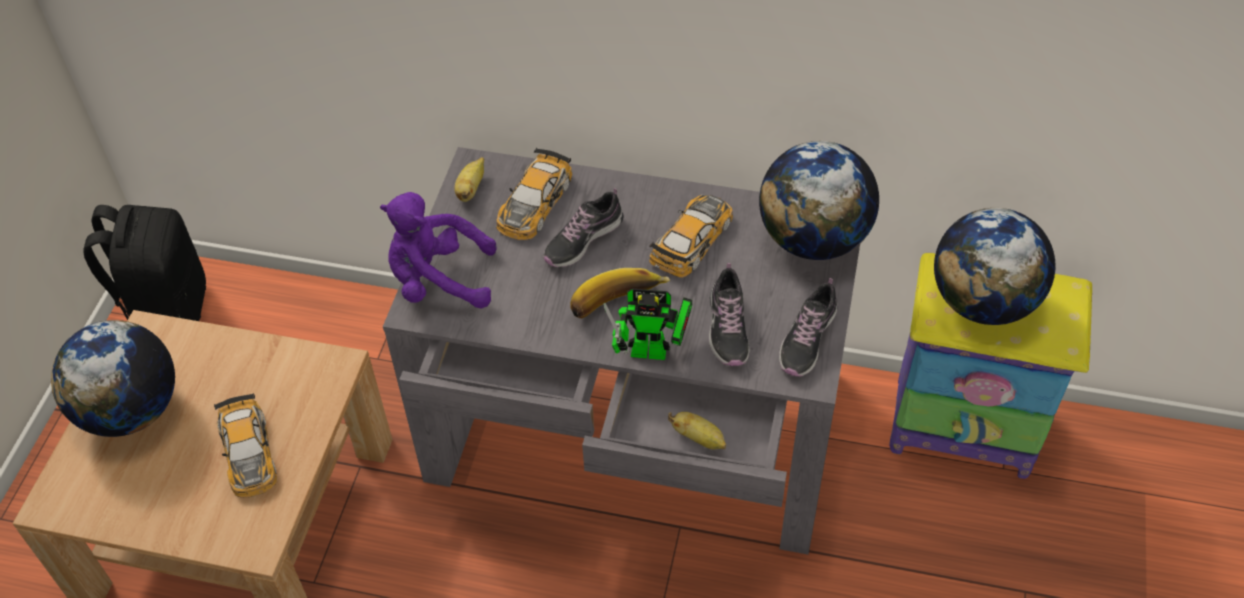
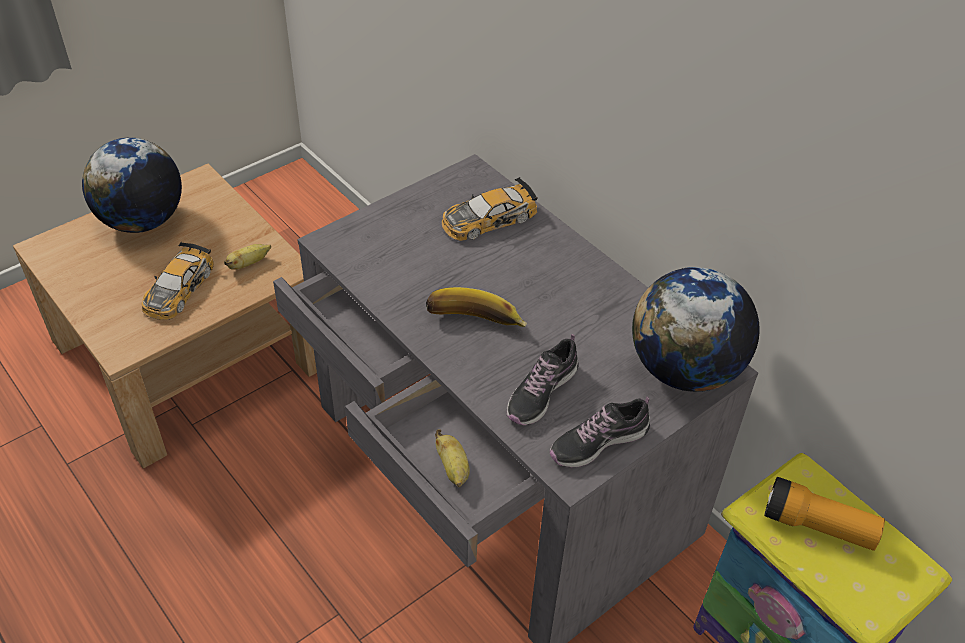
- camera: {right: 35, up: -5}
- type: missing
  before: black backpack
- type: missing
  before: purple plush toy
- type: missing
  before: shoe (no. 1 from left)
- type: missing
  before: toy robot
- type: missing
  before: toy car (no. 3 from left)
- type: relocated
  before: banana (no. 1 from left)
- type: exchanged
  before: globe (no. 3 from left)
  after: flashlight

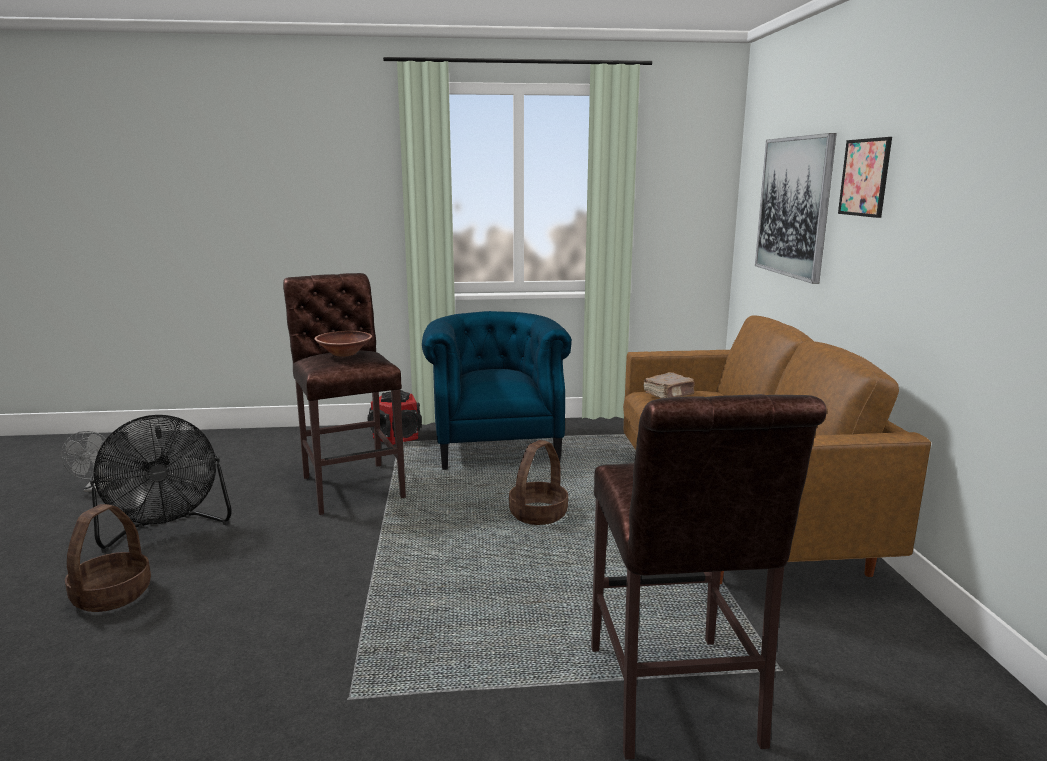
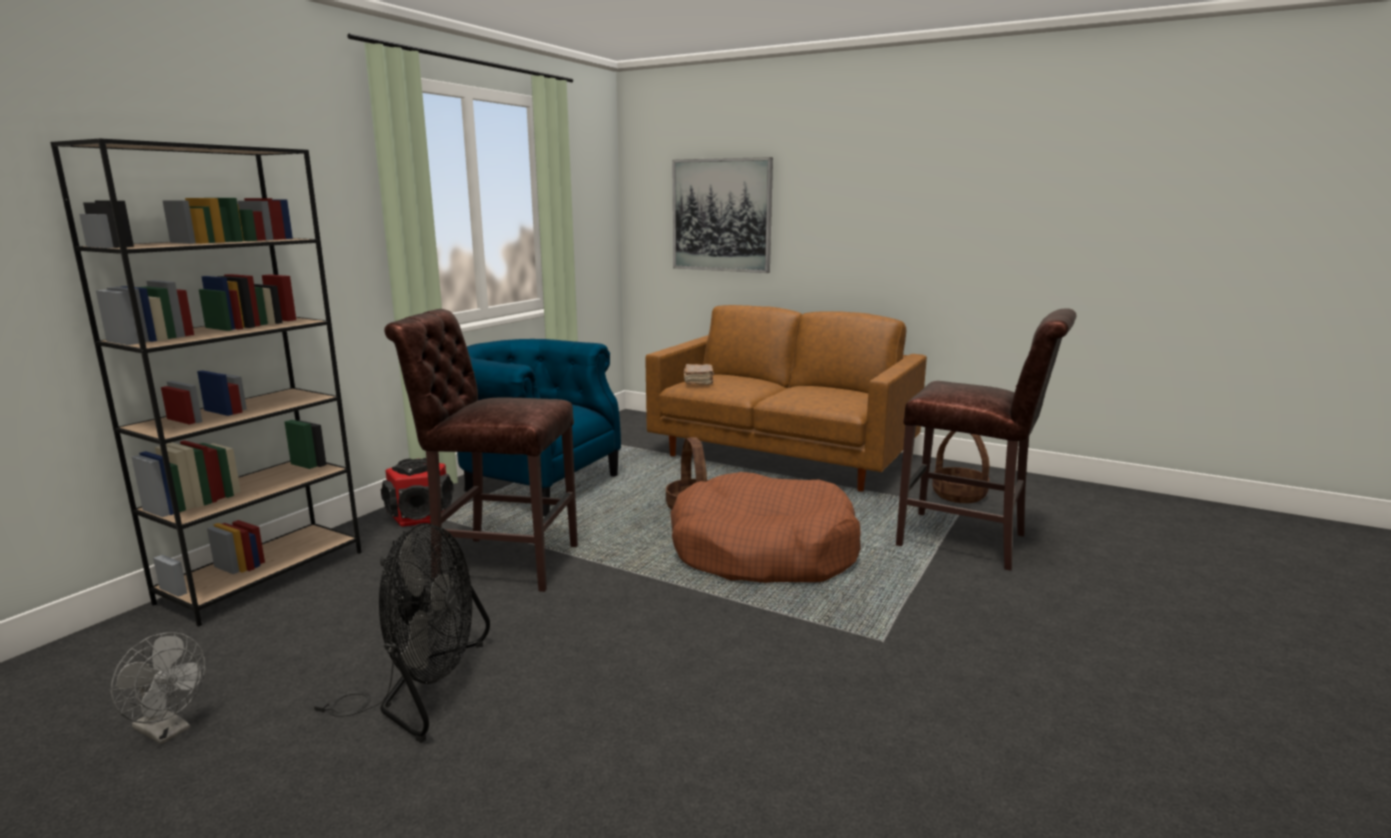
- camera: {right: -55, up: 0}
- type: missing
  before: brown bowl
- type: missing
  before: picture (no. 2 from left)
- type: appeared
  after: beige bookcase
- type: appeared
  after: brown dog bed
- type: relocated
  before: basket (no. 1 from left in the first image)
  after: basket (no. 2 from left)

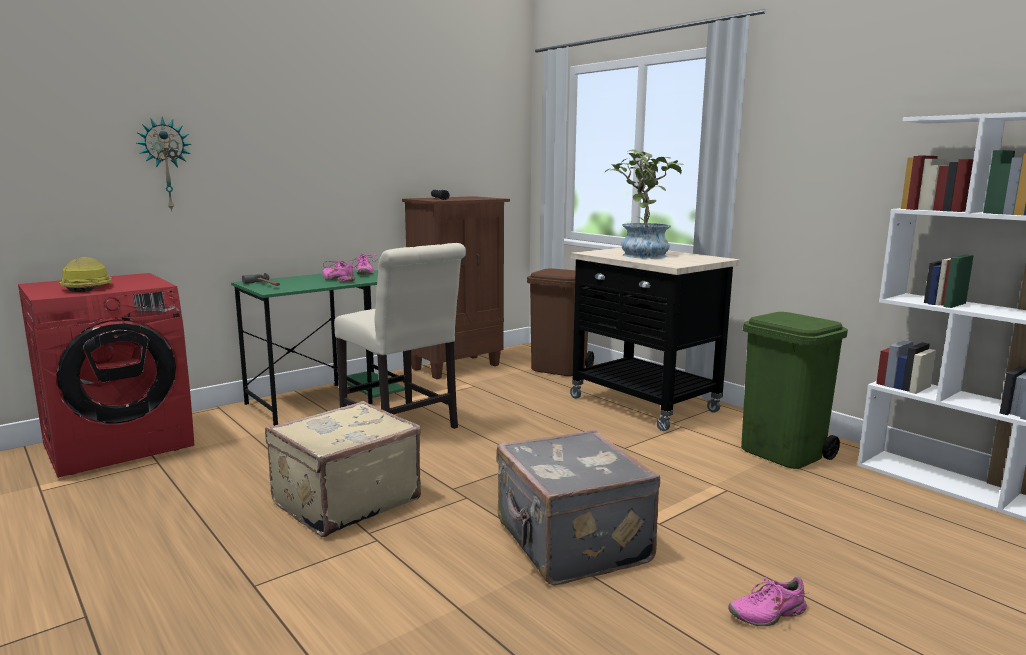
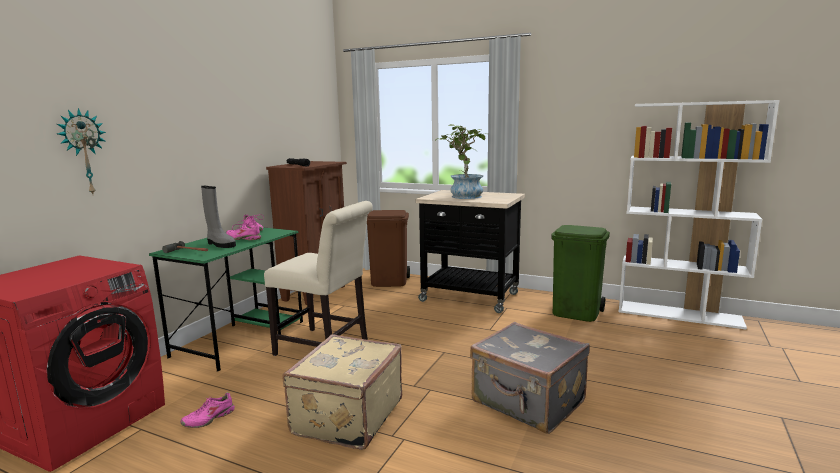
- camera: {right: -25, up: 0}
- type: missing
  before: hard hat
- type: appeared
  after: grey boot
- type: relocated
  before: pink shoe (no. 3 from left in the first image)
  after: pink shoe (no. 1 from left)

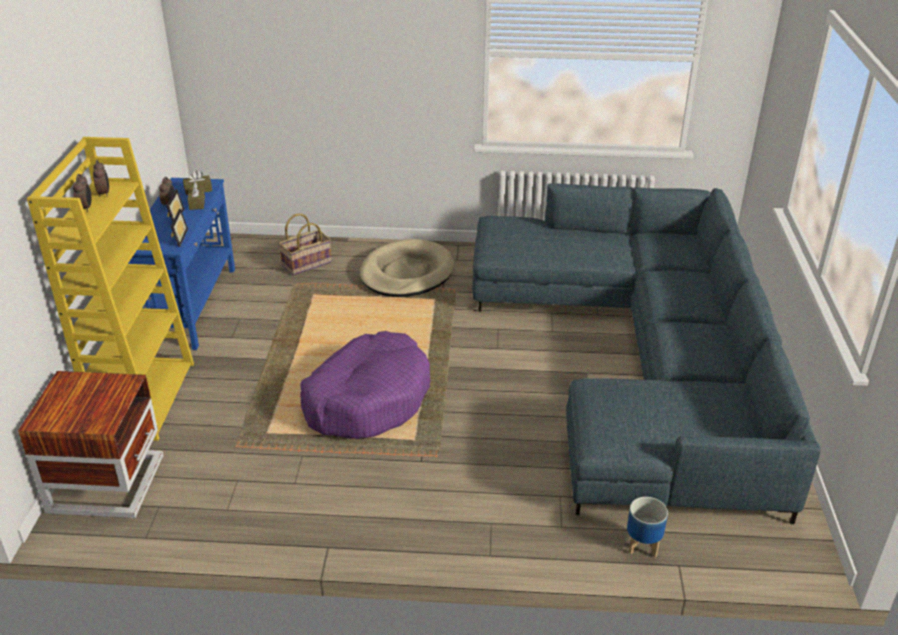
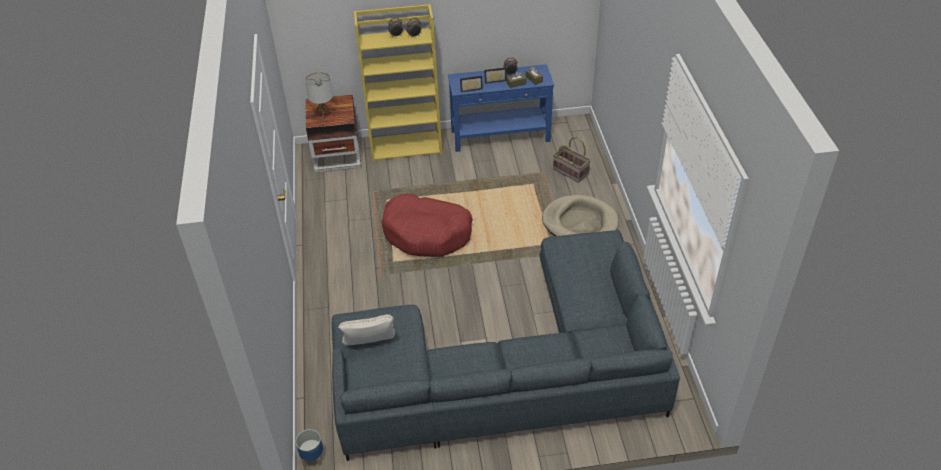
- camera: {right: 80, up: 10}
- type: appeared
  after: table lamp
- type: appeared
  after: beige pillow
- type: relocated
  before: planter
- type: colour
  before: purple dog bed
  after: red dog bed

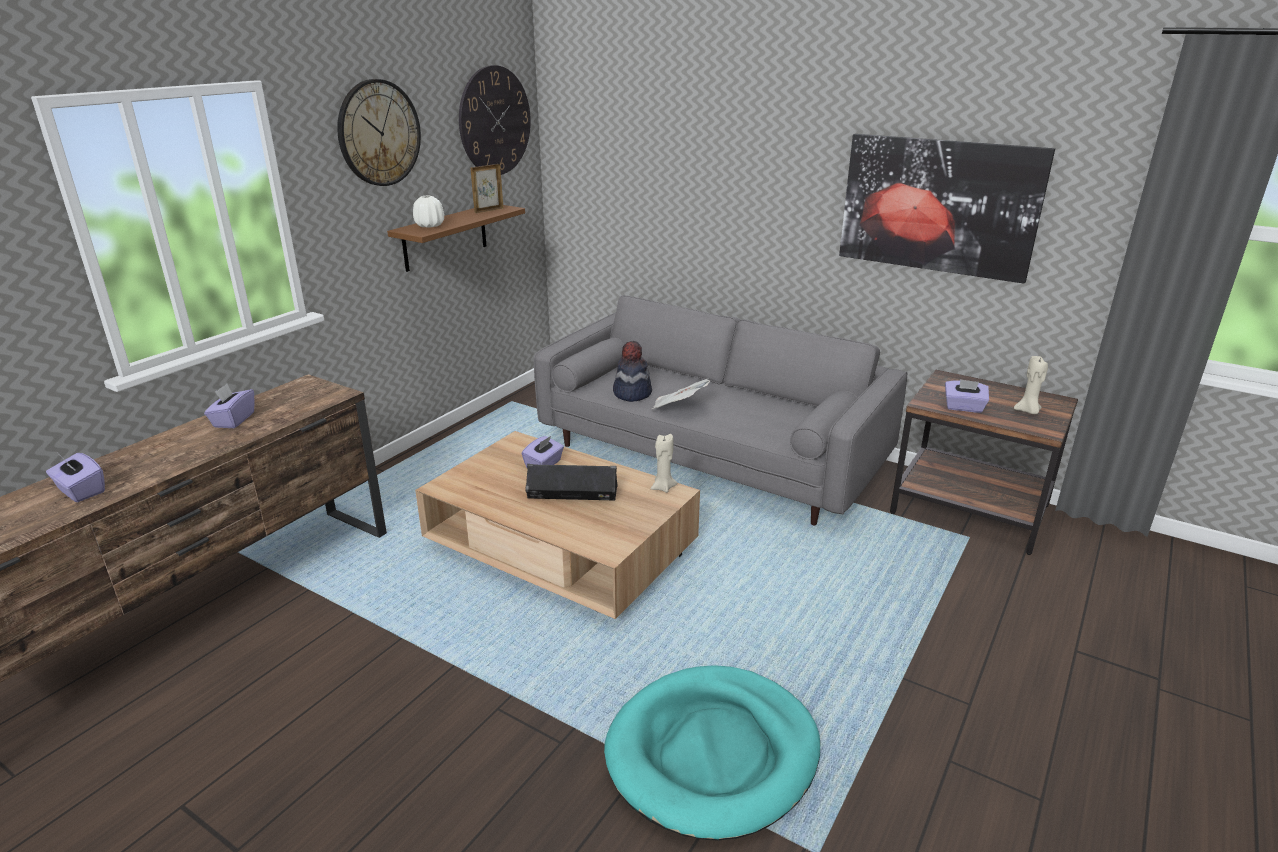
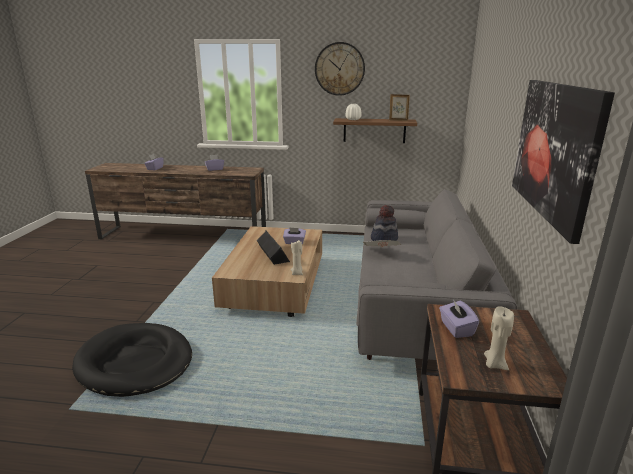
- camera: {right: 65, up: -5}
- type: missing
  before: wall clock (no. 2 from left)
- type: colour
  before: turquoise dog bed
  after: black dog bed

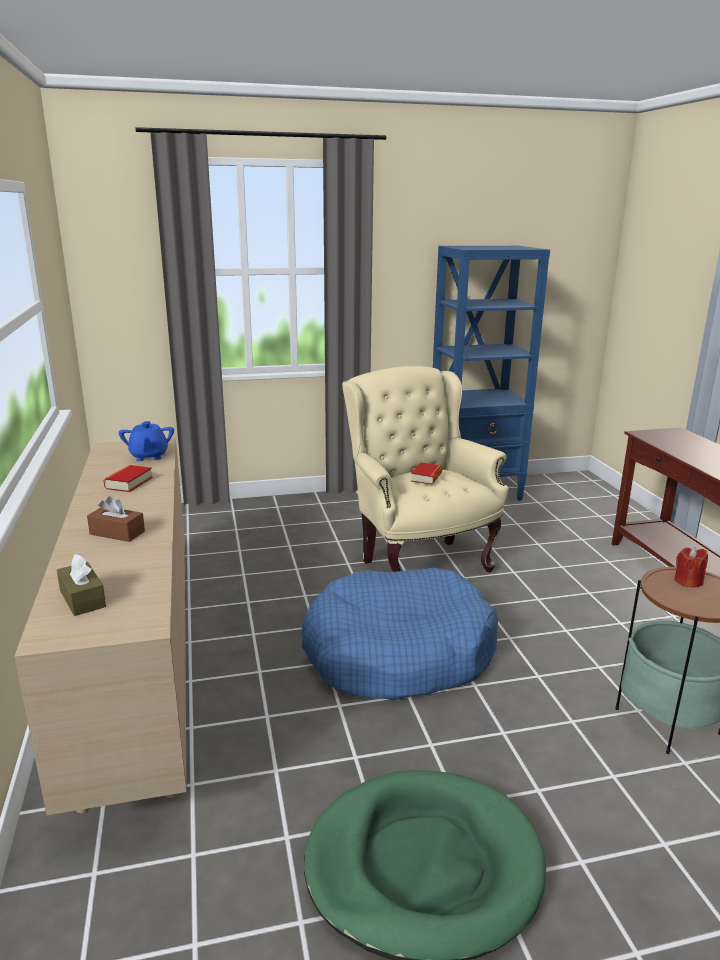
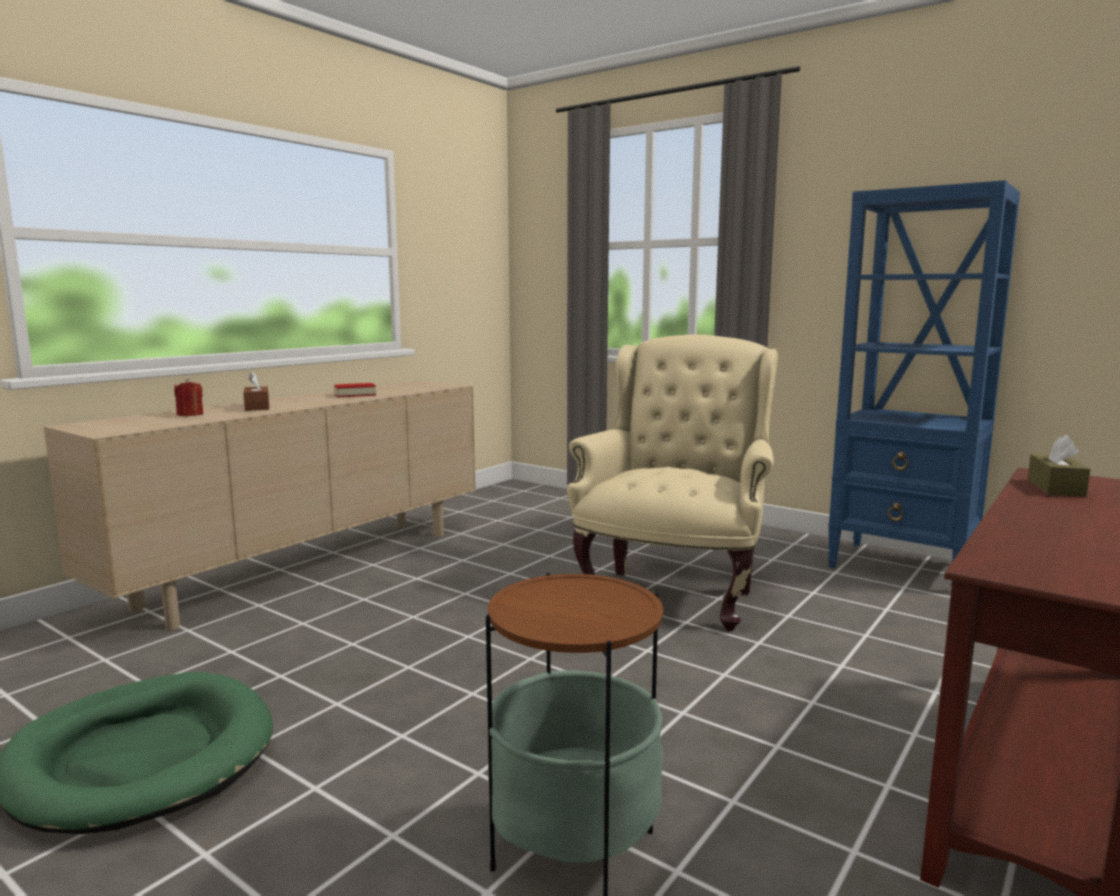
- camera: {right: 50, up: -10}
- type: missing
  before: blue teapot
- type: missing
  before: blue dog bed
- type: missing
  before: book (no. 2 from left)
- type: relocated
  before: brown tissue box (no. 1 from left in the first image)
  after: brown tissue box (no. 2 from left)
- type: relocated
  before: red candle

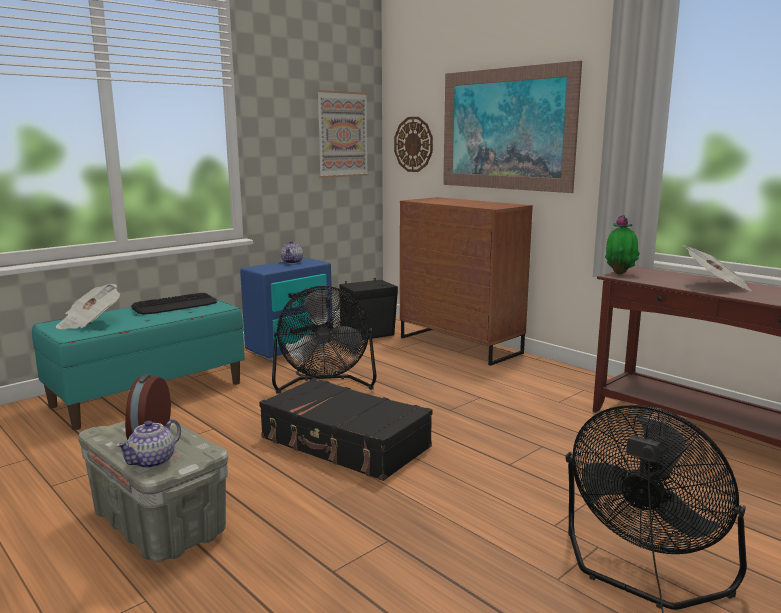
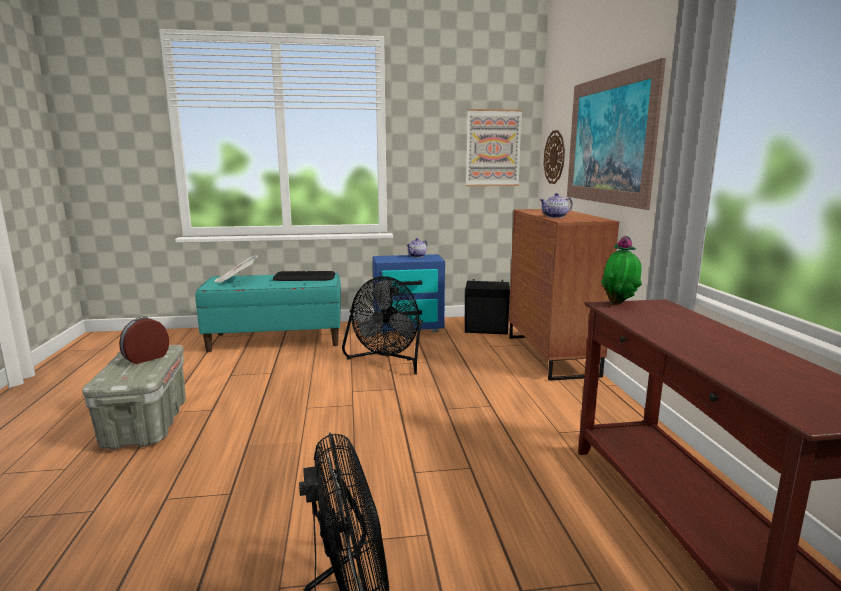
- camera: {right: 35, up: 0}
- type: missing
  before: black suitcase
- type: missing
  before: newspaper (no. 2 from left)
- type: relocated
  before: teapot (no. 1 from left in the first image)
  after: teapot (no. 2 from left)

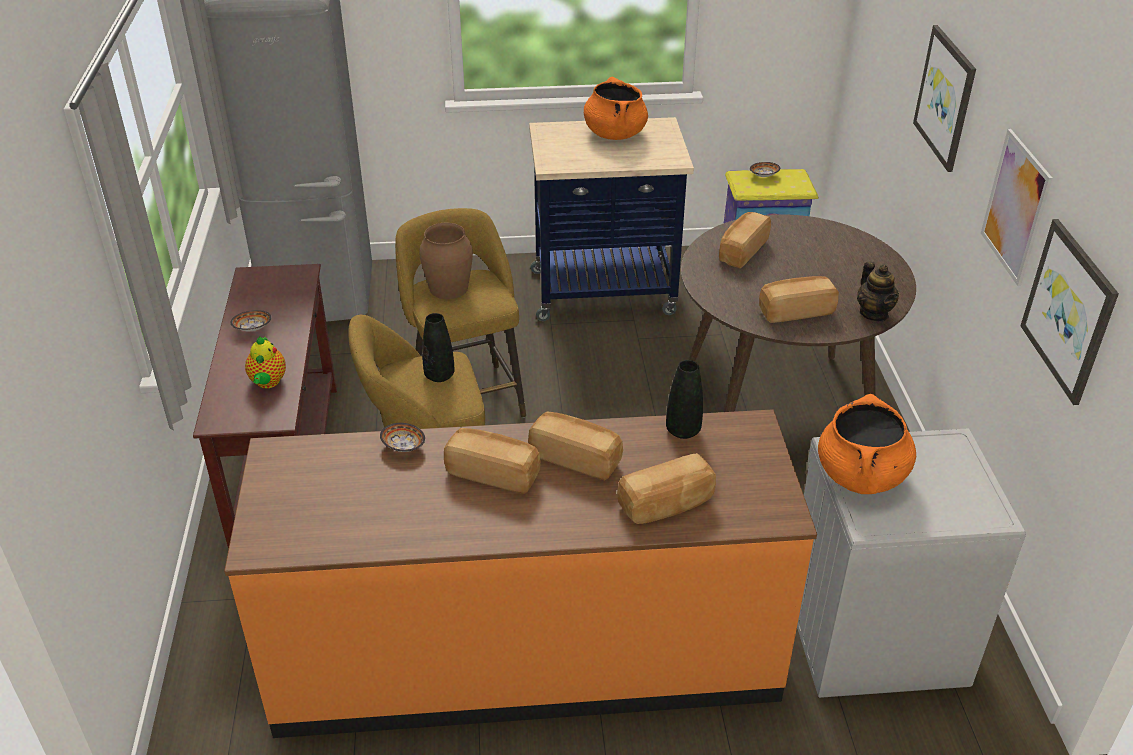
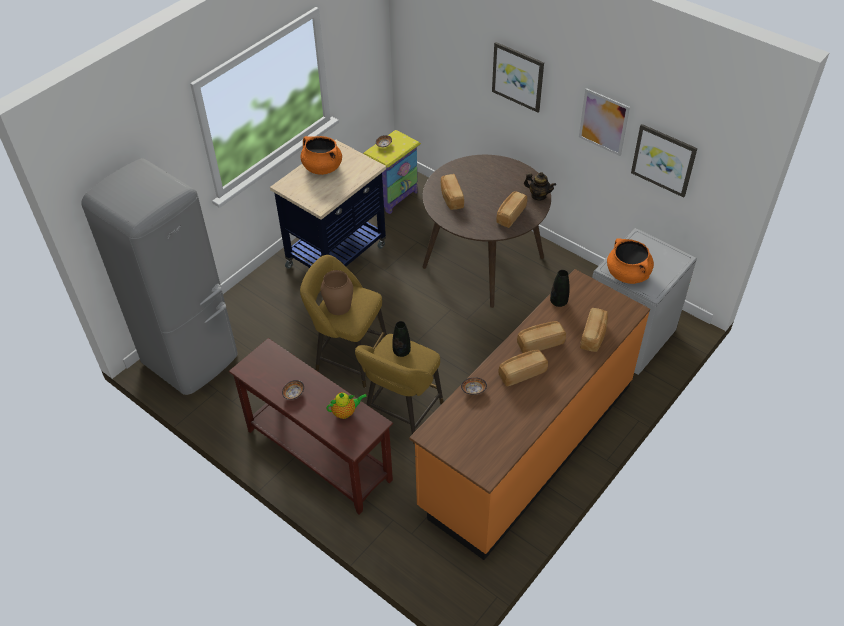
- camera: {right: -45, up: 10}
- type: spun
  before: teapot (no. 1 from left)
  turn: -60

